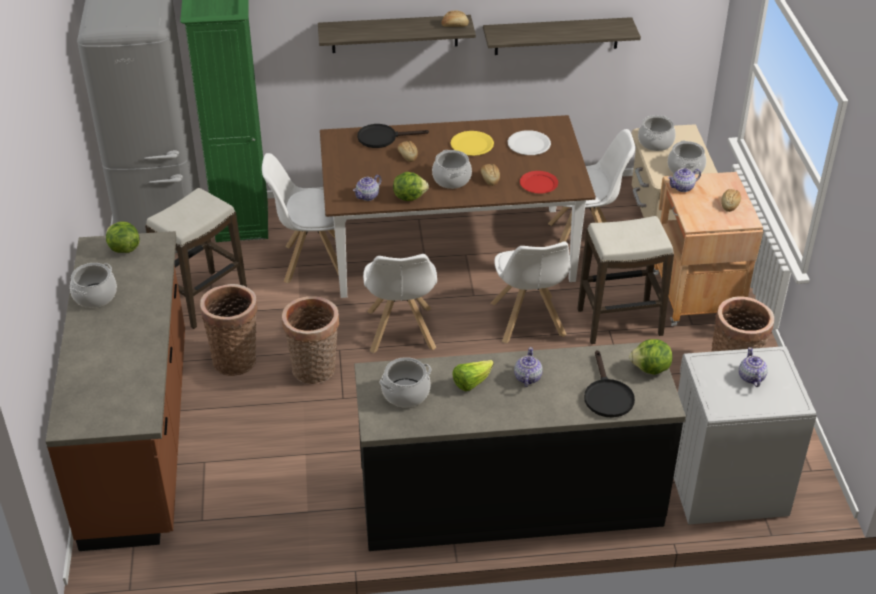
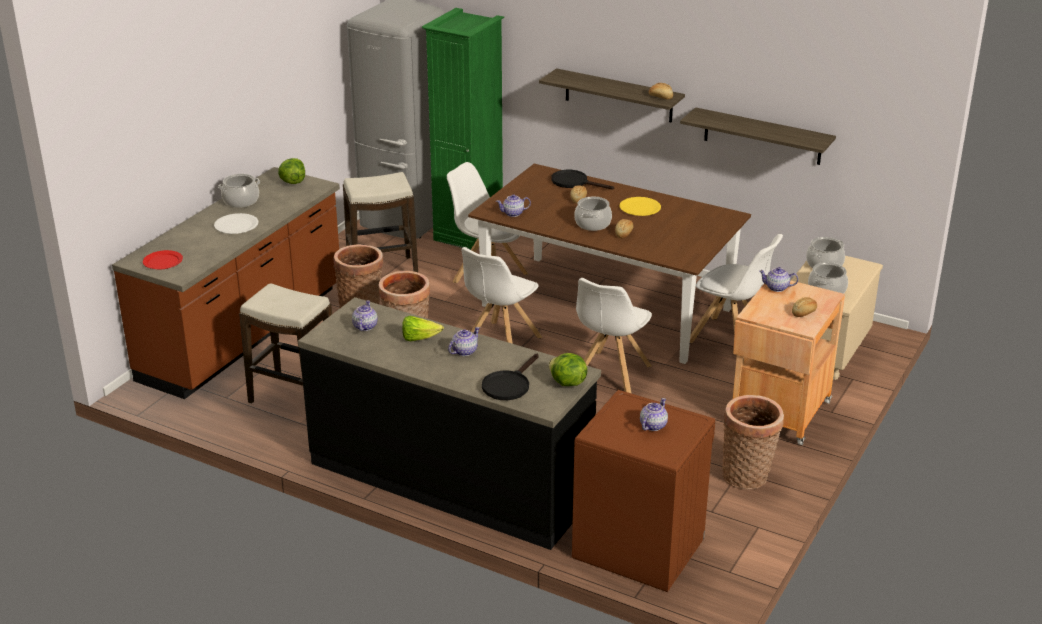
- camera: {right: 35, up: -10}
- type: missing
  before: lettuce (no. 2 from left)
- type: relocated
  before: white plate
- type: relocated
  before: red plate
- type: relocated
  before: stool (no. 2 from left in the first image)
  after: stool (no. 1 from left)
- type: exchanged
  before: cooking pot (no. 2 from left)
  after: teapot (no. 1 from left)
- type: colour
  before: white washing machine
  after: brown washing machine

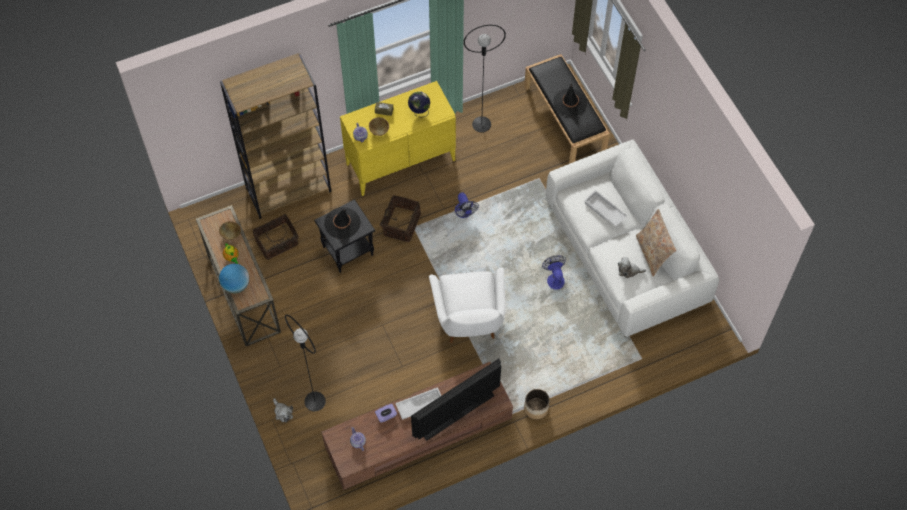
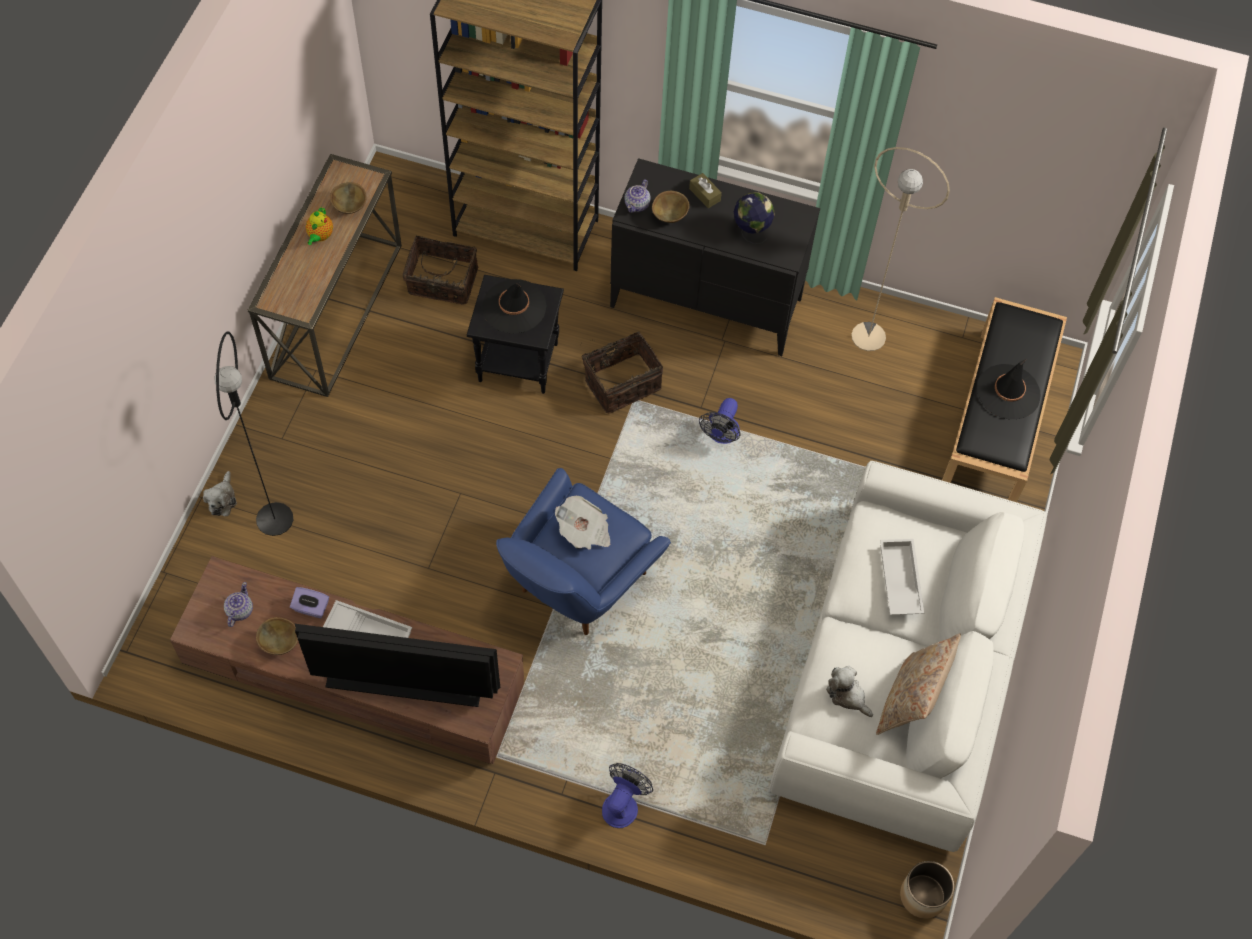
- camera: {right: 40, up: 0}
- type: missing
  before: globe (no. 1 from left)
- type: appeared
  after: brown bowl (no. 1 from left)
- type: appeared
  after: newspaper
- type: relocated
  before: planter
- type: relocated
  before: fan (no. 2 from left in the first image)
  after: fan (no. 1 from left)
- type: colour
  before: yellow cabinet
  after: black cabinet
- type: colour
  before: white armchair
  after: blue armchair
- type: colour
  before: black floor lamp (no. 2 from left)
  after: beige floor lamp

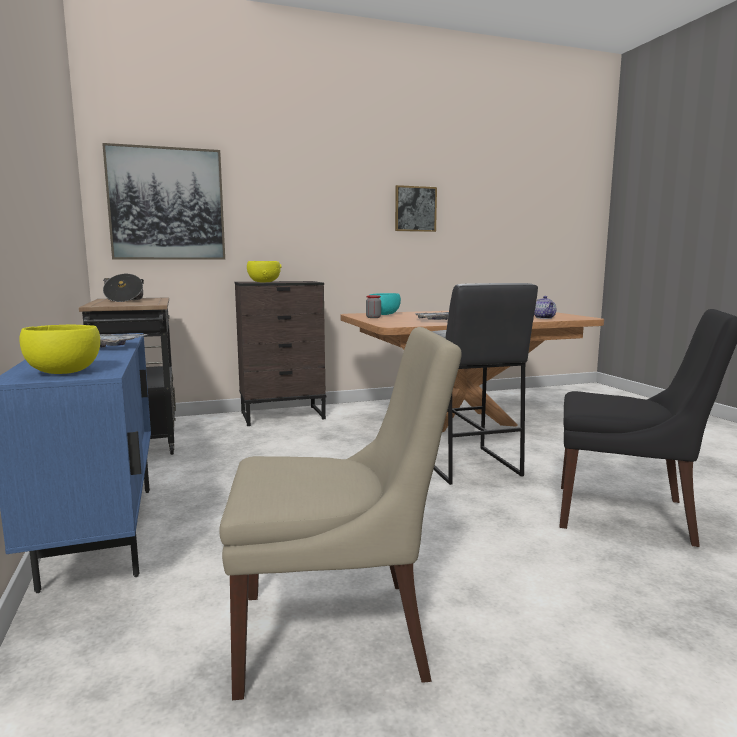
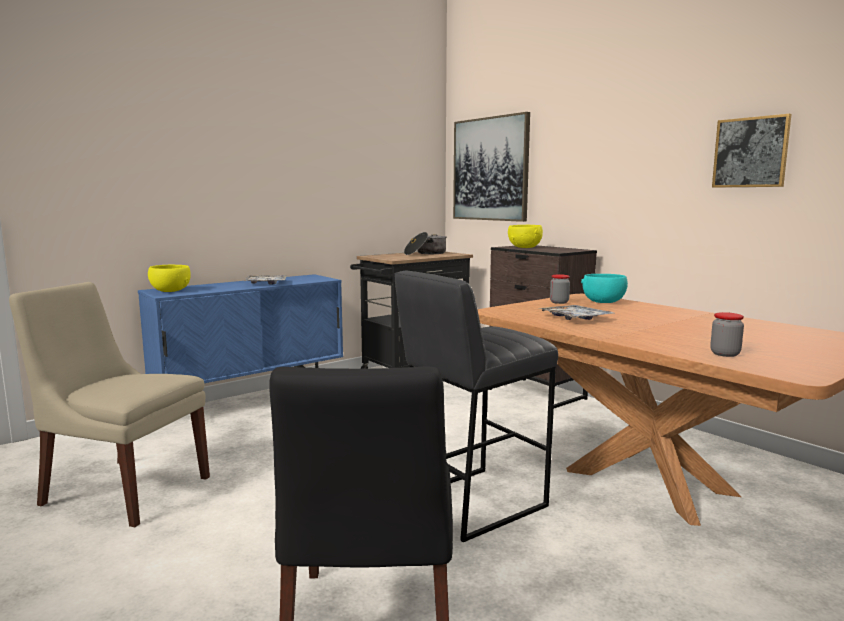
- camera: {right: 70, up: 0}
- type: exchanged
  before: teapot
  after: jar (no. 2 from left)
- type: spun
  before: beige chair
  turn: 135

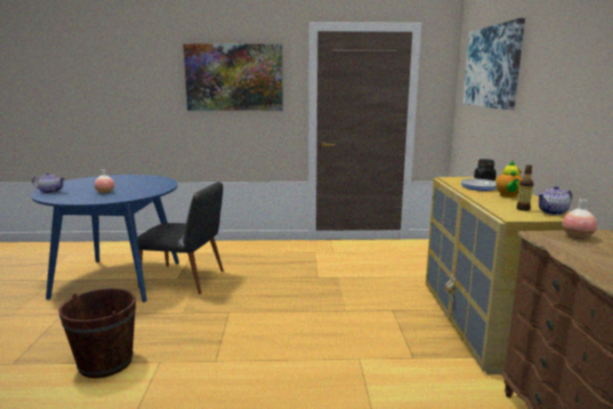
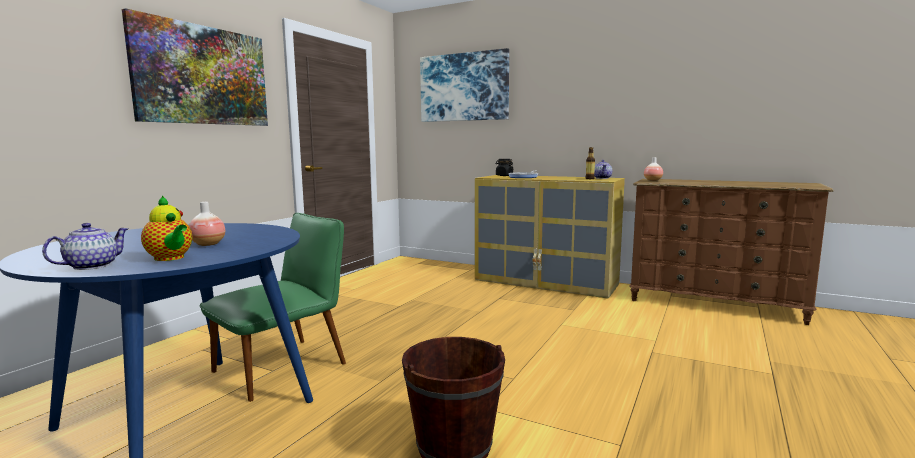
- camera: {right: -60, up: -5}
- type: relocated
  before: teapot (no. 2 from left)
- type: colour
  before: black chair
  after: green chair

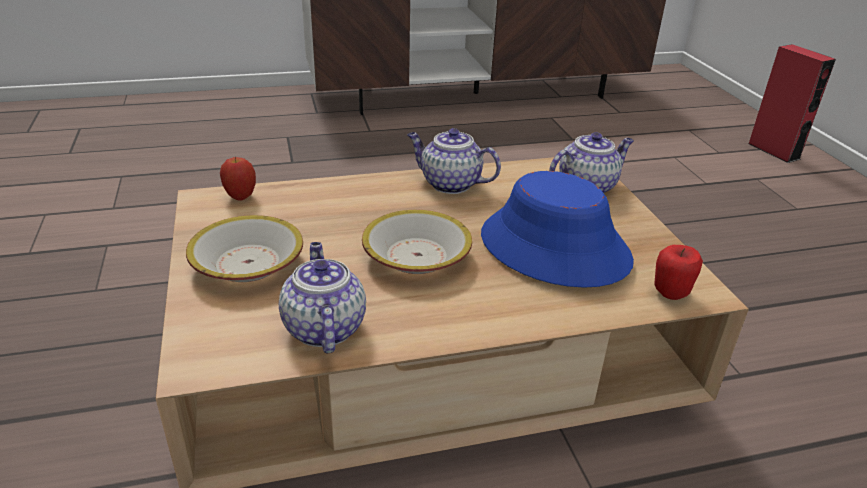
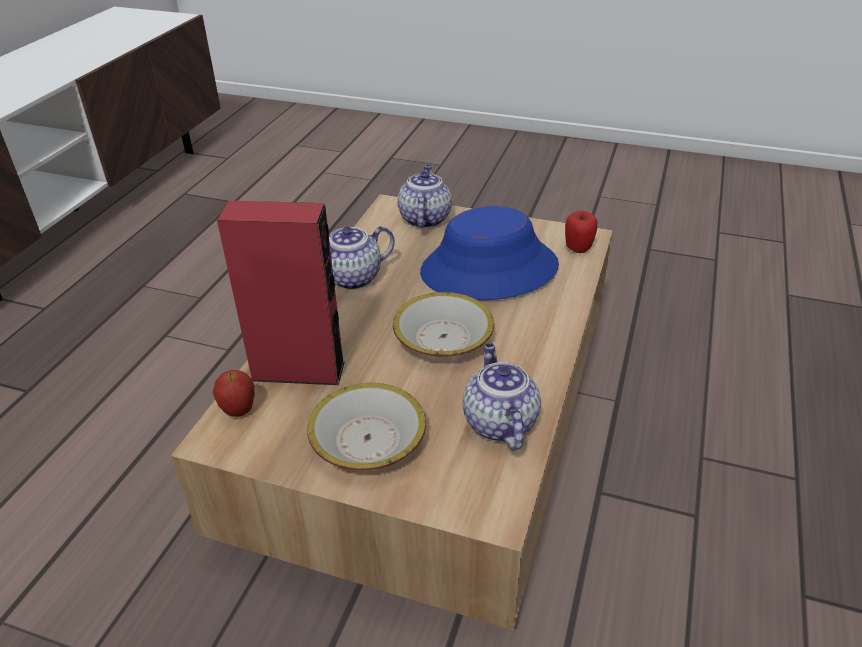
- camera: {right: -55, up: 5}
- type: relocated
  before: red speaker
- type: spun
  before: teapot (no. 1 from left in the first image)
  turn: 60

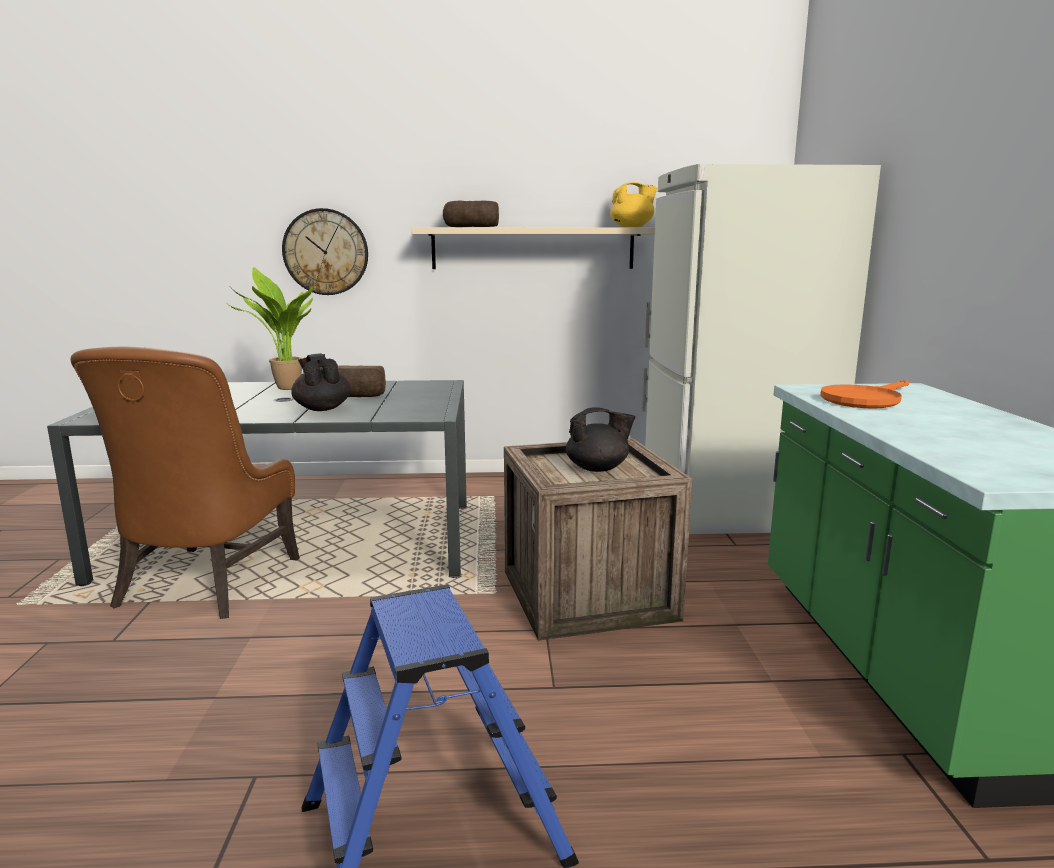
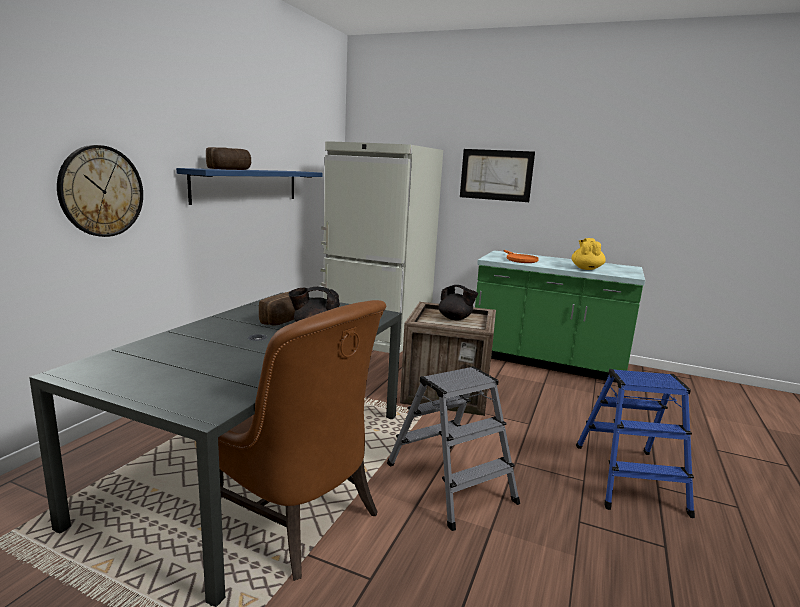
- camera: {right: -65, up: 0}
- type: missing
  before: potted plant
- type: appeared
  after: grey step ladder
- type: appeared
  after: picture
- type: relocated
  before: yellow teapot
- type: colour
  before: beige shelf
  after: blue shelf
- type: spun
  before: black teapot (no. 2 from left)
  turn: 105

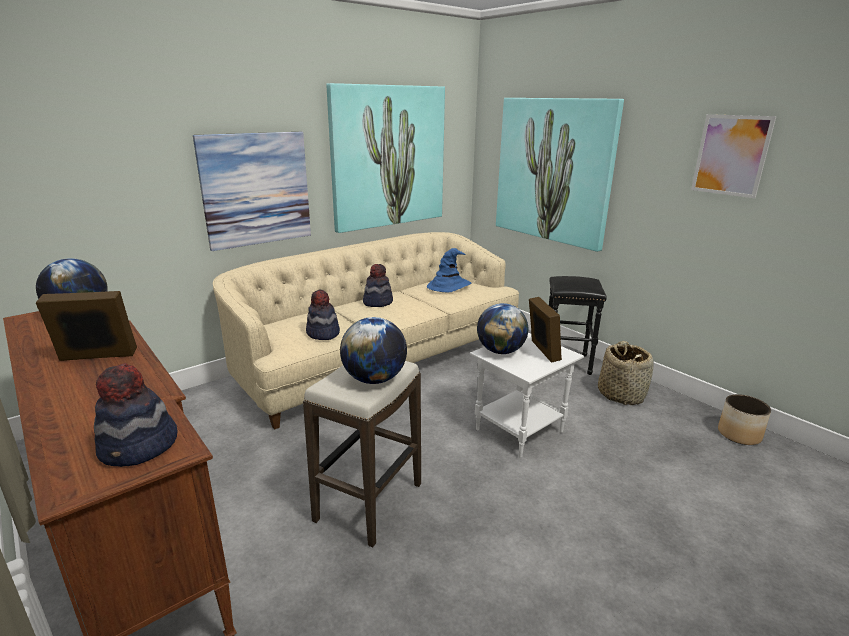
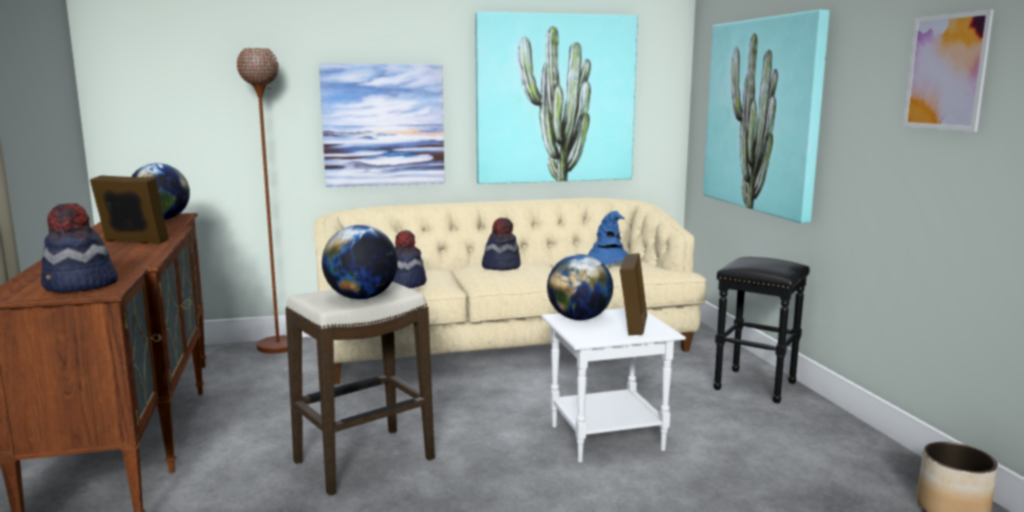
- camera: {right: 25, up: -10}
- type: missing
  before: basket
- type: appeared
  after: brown floor lamp

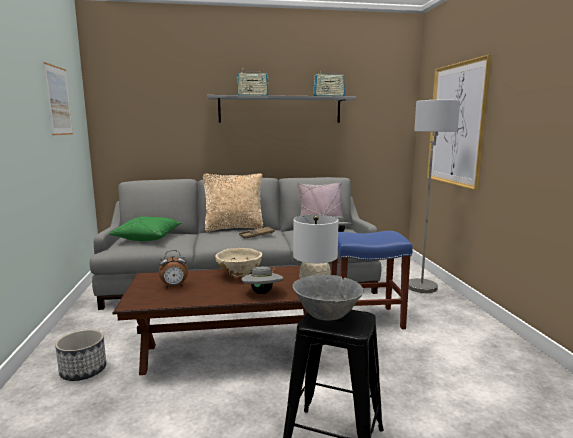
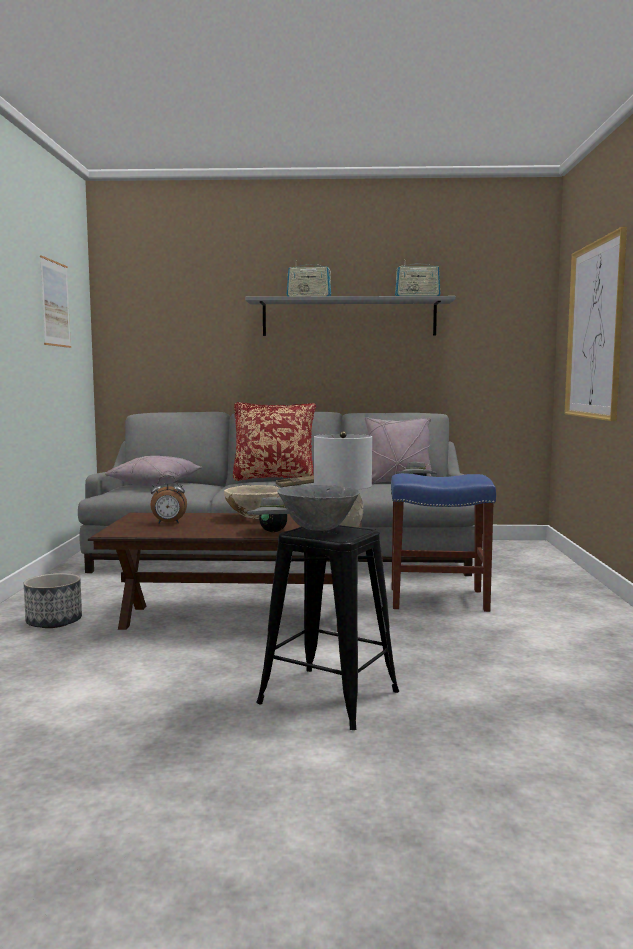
- camera: {right: 10, up: -5}
- type: missing
  before: grey floor lamp
- type: colour
  before: green pillow
  after: purple pillow (no. 1 from left)
- type: colour
  before: beige pillow
  after: red pillow

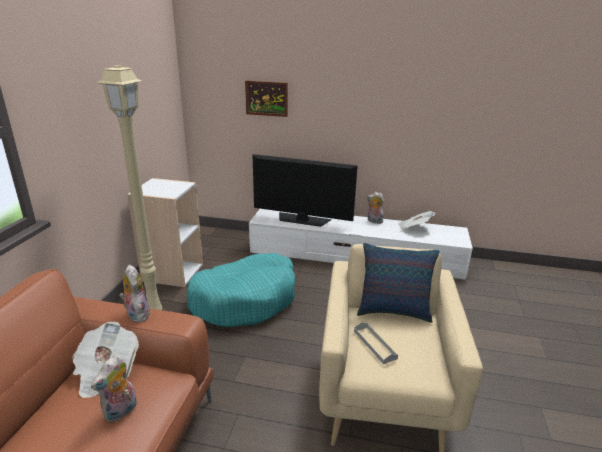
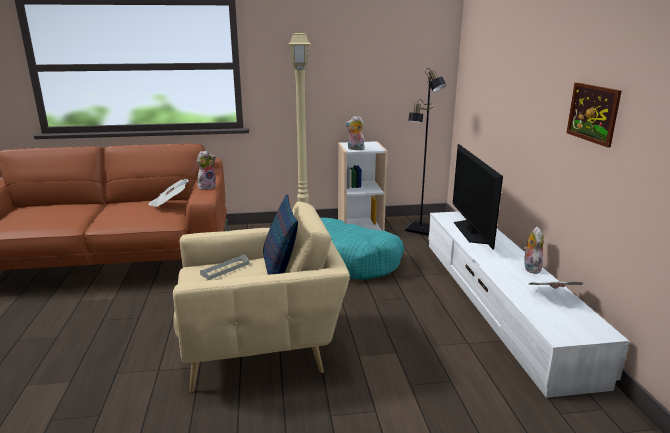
- camera: {right: 70, up: -5}
- type: appeared
  after: black floor lamp
- type: relocated
  before: plush toy (no. 1 from left in the first image)
  after: plush toy (no. 2 from left)
- type: relocated
  before: picture

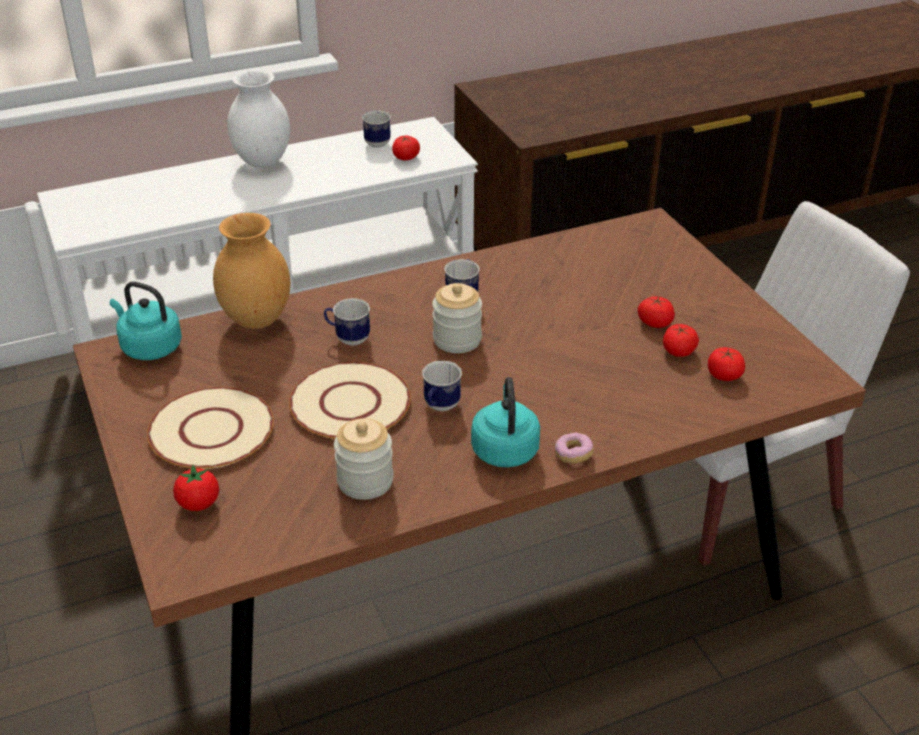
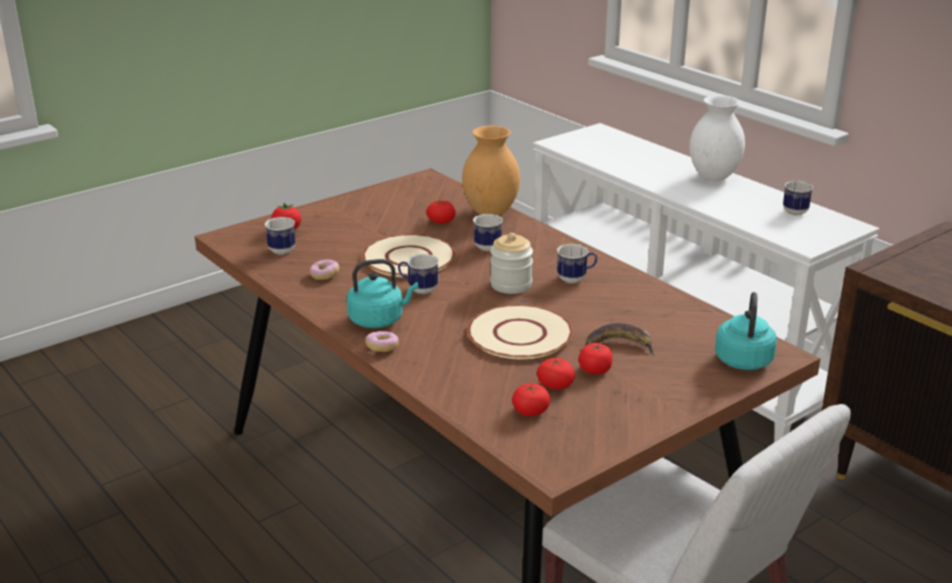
- camera: {right: 75, up: -10}
- type: appeared
  after: mug (no. 1 from left)
- type: appeared
  after: banana
- type: relocated
  before: turquoise kettle (no. 1 from left in the first image)
  after: turquoise kettle (no. 2 from left)
- type: relocated
  before: beige plate (no. 1 from left in the first image)
  after: beige plate (no. 2 from left)
- type: relocated
  before: tomato (no. 2 from left)
- type: exchanged
  before: jar (no. 1 from left)
  after: donut (no. 1 from left)

